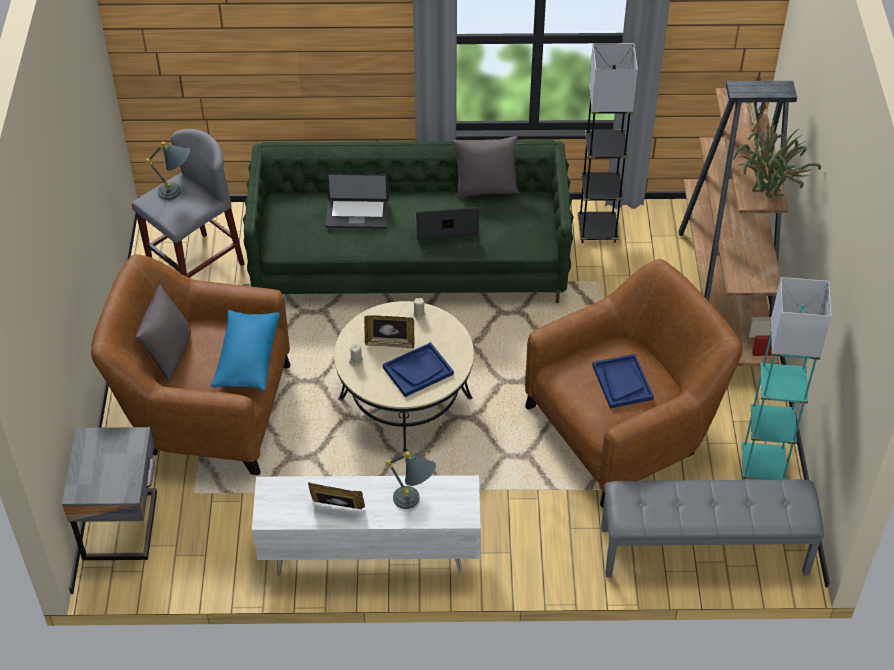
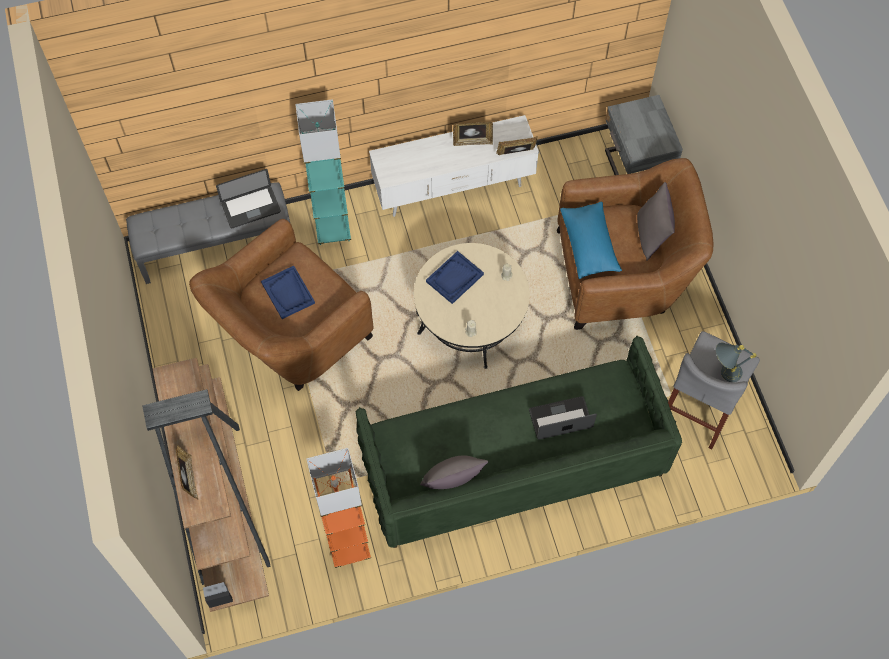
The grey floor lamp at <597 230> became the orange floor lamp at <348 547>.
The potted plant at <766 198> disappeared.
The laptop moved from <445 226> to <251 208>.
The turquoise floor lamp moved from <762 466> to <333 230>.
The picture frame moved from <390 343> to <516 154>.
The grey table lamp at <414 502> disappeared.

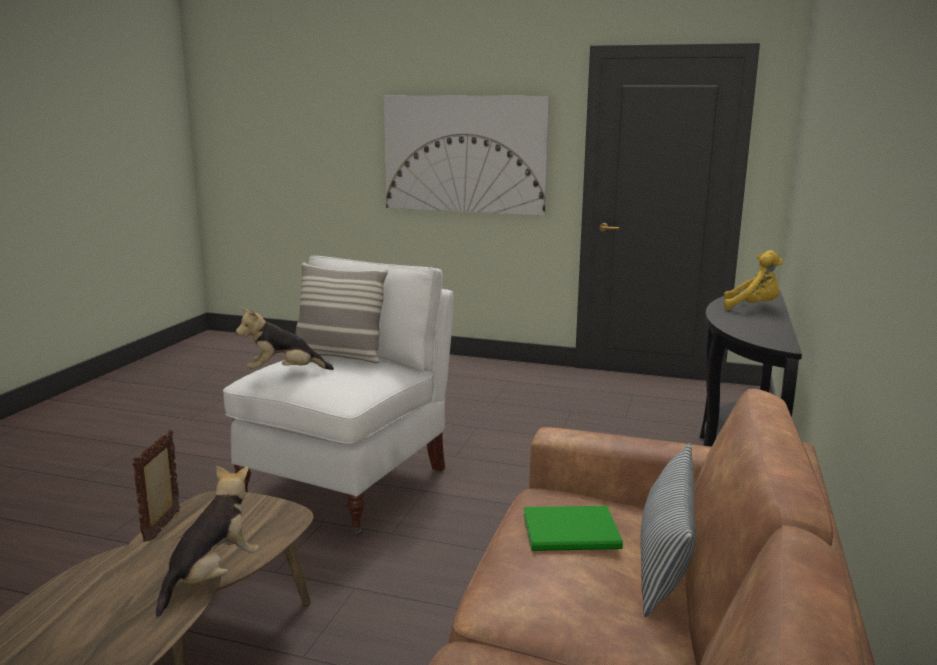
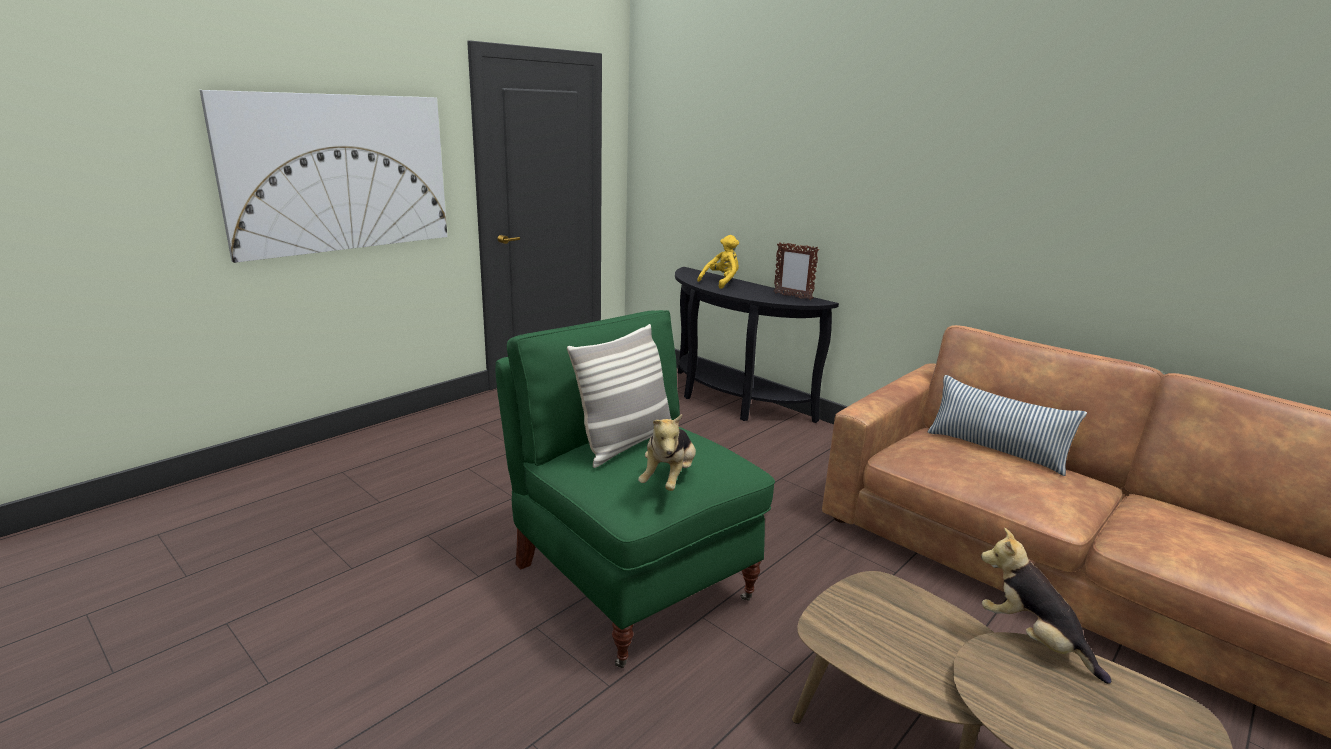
The white armchair at <349 484> became the green armchair at <629 580>.
The picture frame moved from <163 528> to <792 296>.
The green book at <574 533> disappeared.

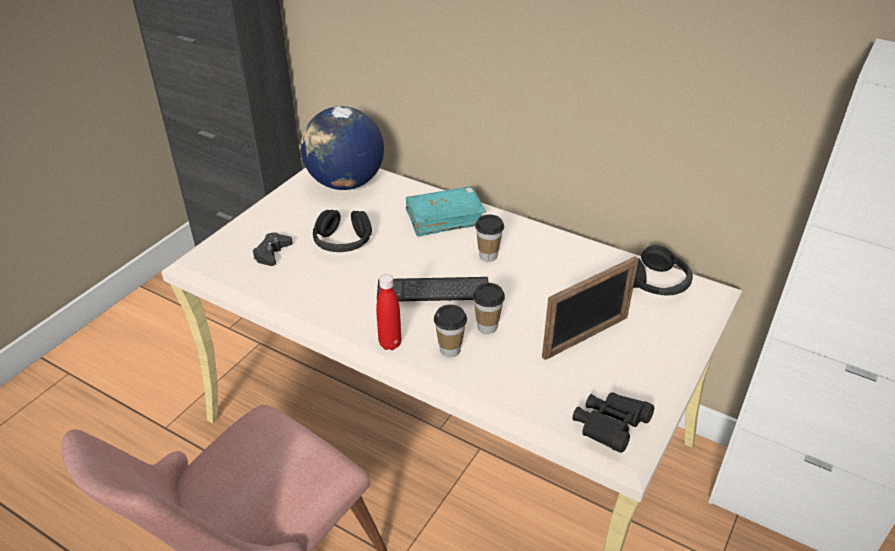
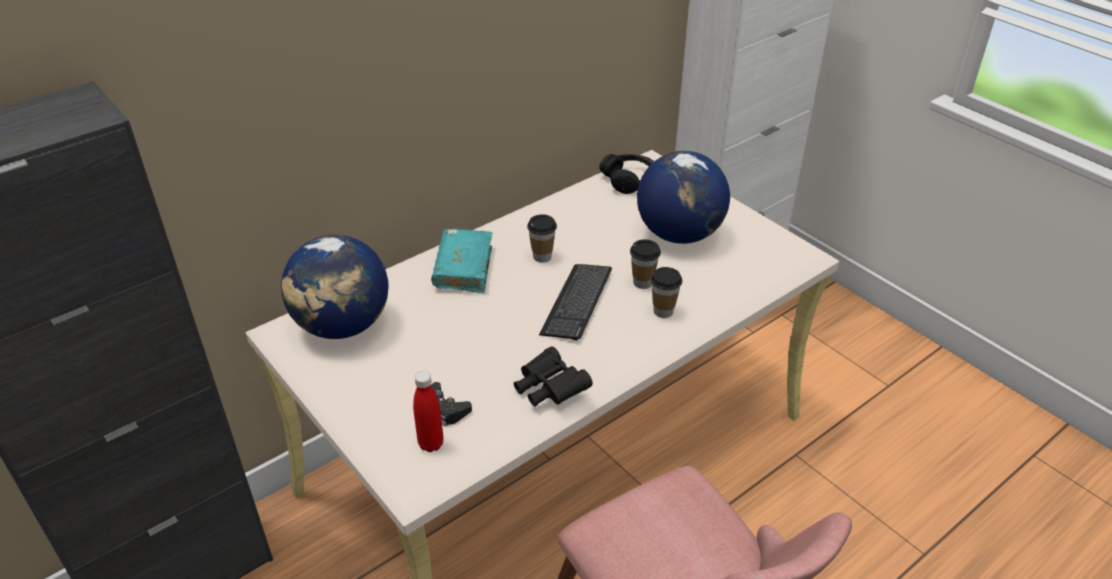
The black headphones at <343 242> disappeared.
The picture frame at <586 337> was replaced by the globe at <679 234>.
The red bottle moved from <390 343> to <431 444>.
The black binoculars moved from <609 428> to <549 389>.

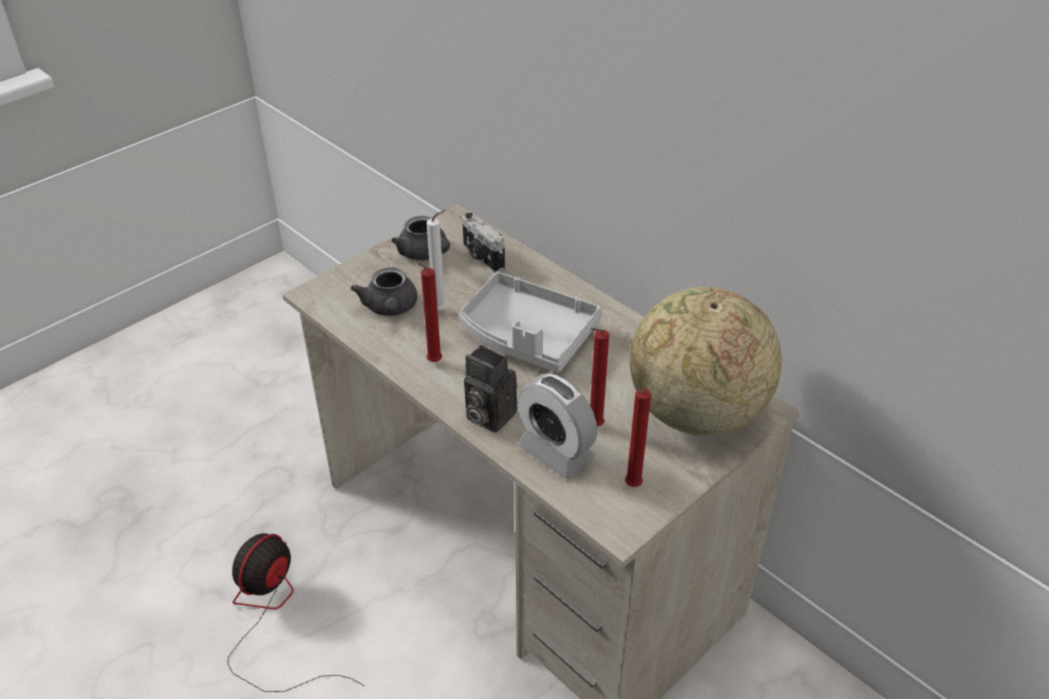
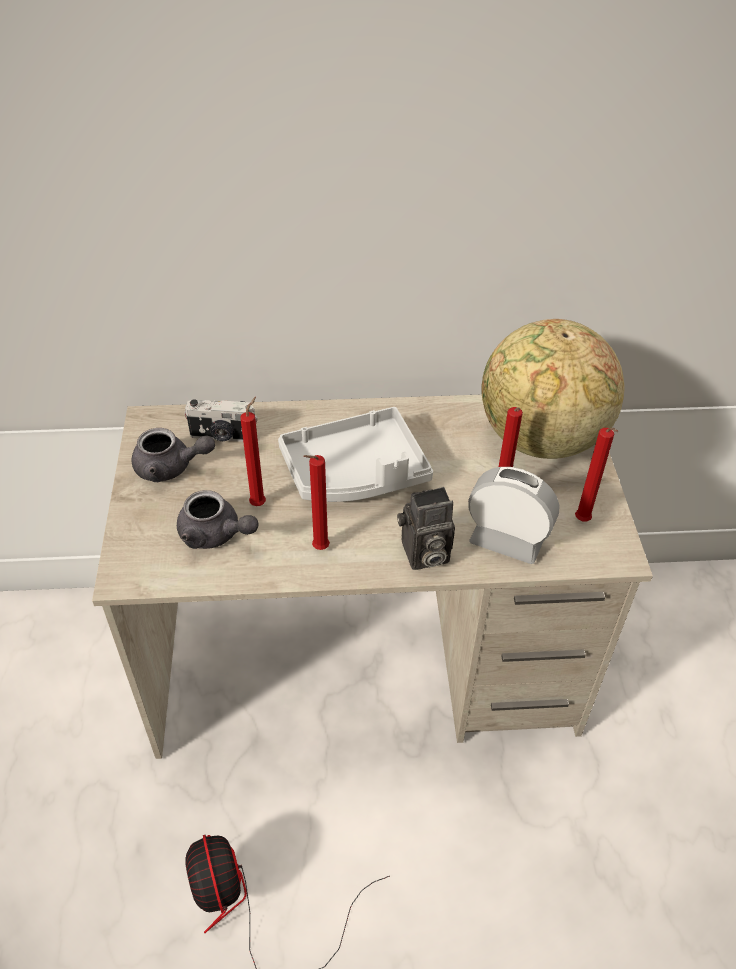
The white candle at <441 310> became the red candle at <260 503>.
The alarm clock at <555 452> turned 150 degrees counterclockwise.

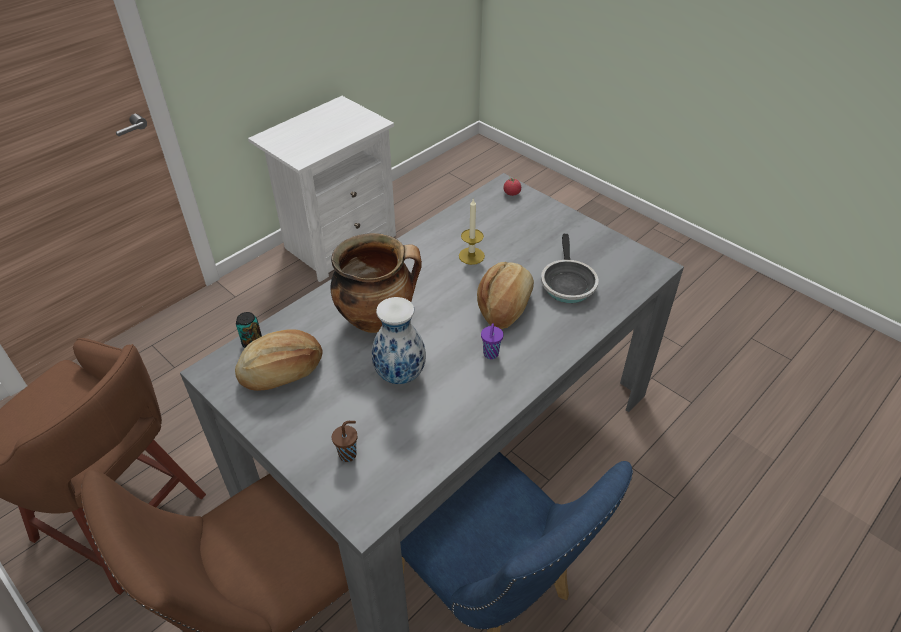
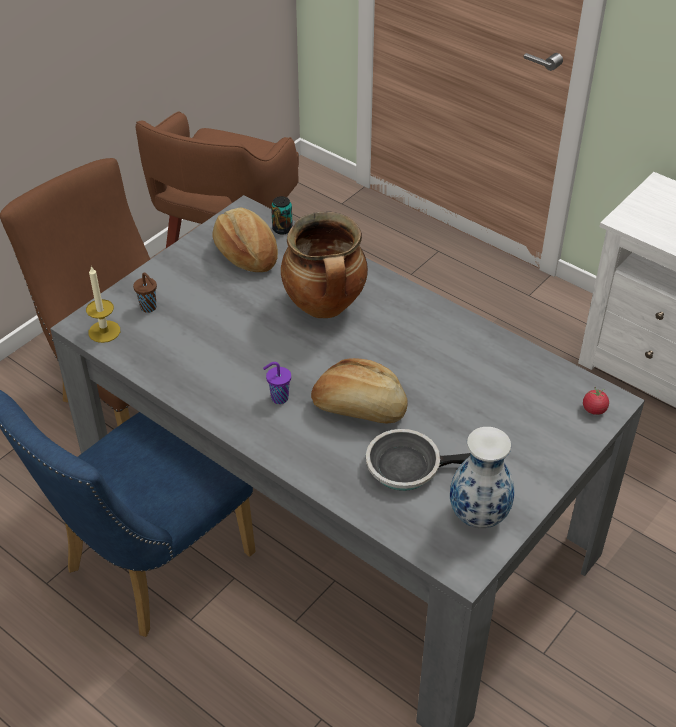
The candle moved from <471 256> to <104 331>.
The vase moved from <401 374> to <479 516>.

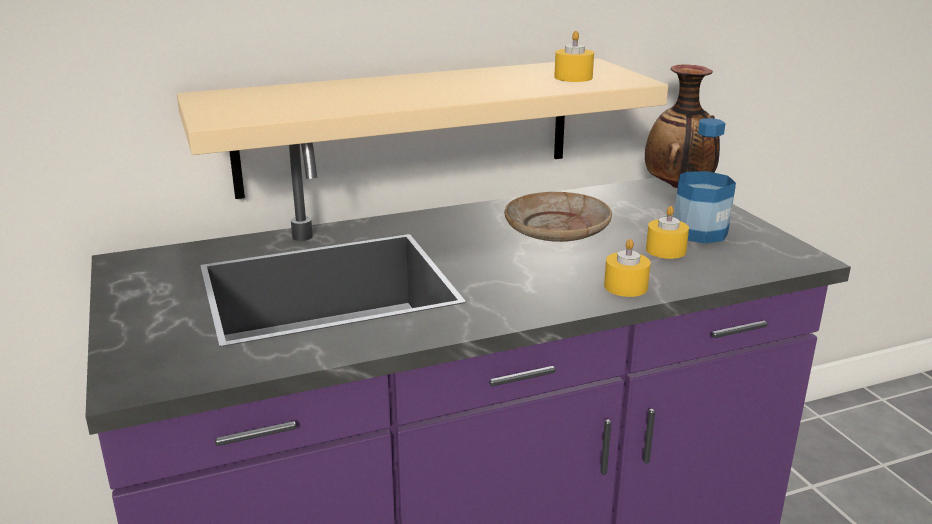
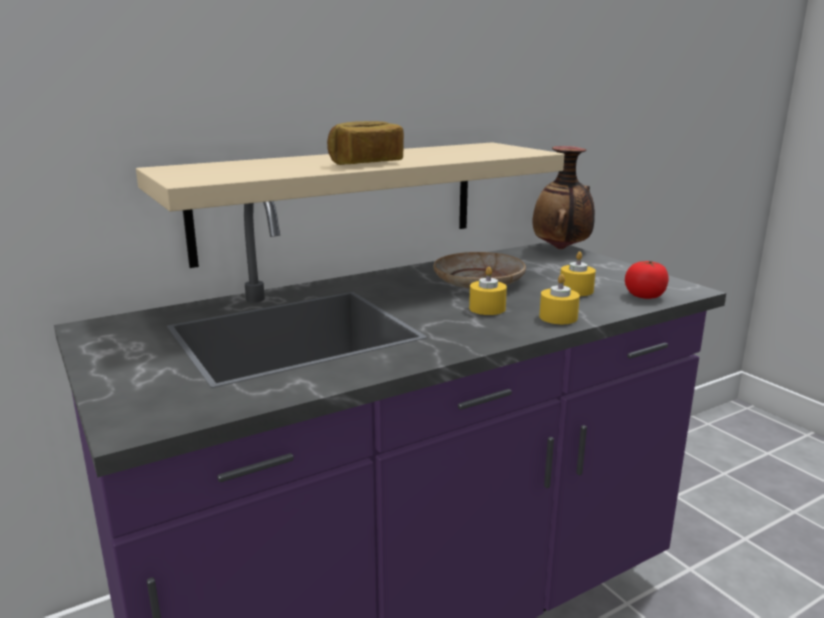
The yellow candle moved from <573 77> to <487 308>.
The bottle at <699 232> disappeared.
The bread at <365 163> appeared.
The tomato at <644 296> appeared.

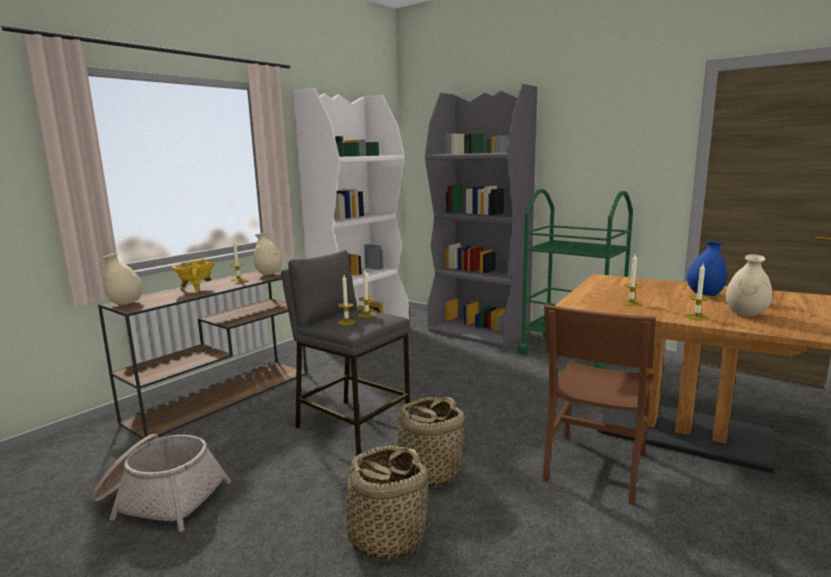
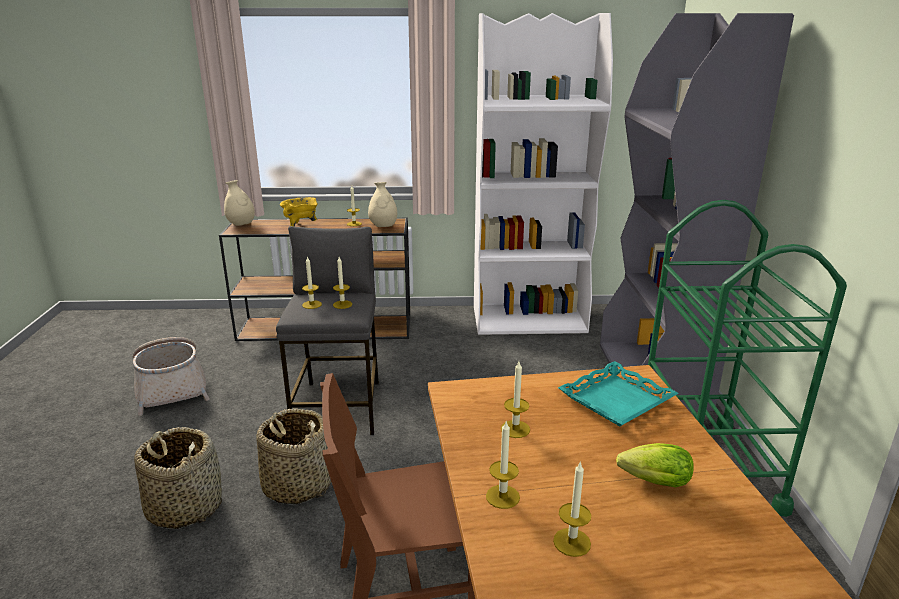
The blue vase at <704 295> was replaced by the lettuce at <651 482>.
The beige vase at <745 315> was replaced by the candle at <572 542>.
The turquoise tray at <617 400> appeared.

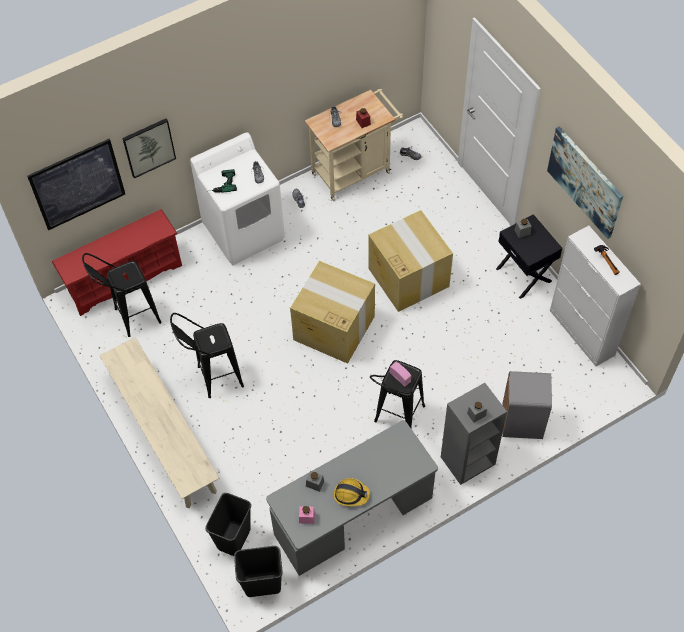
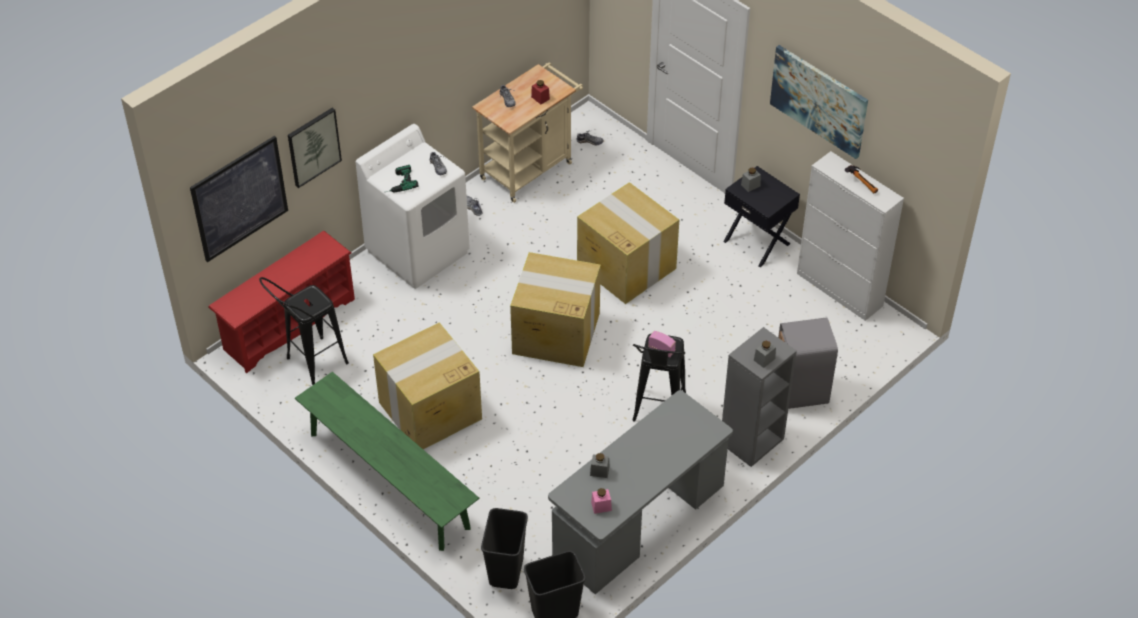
The black stool at <213 379> was replaced by the cardboard box at <429 411>.
The beige bench at <164 435> became the green bench at <388 480>.
The hard hat at <351 494> disappeared.

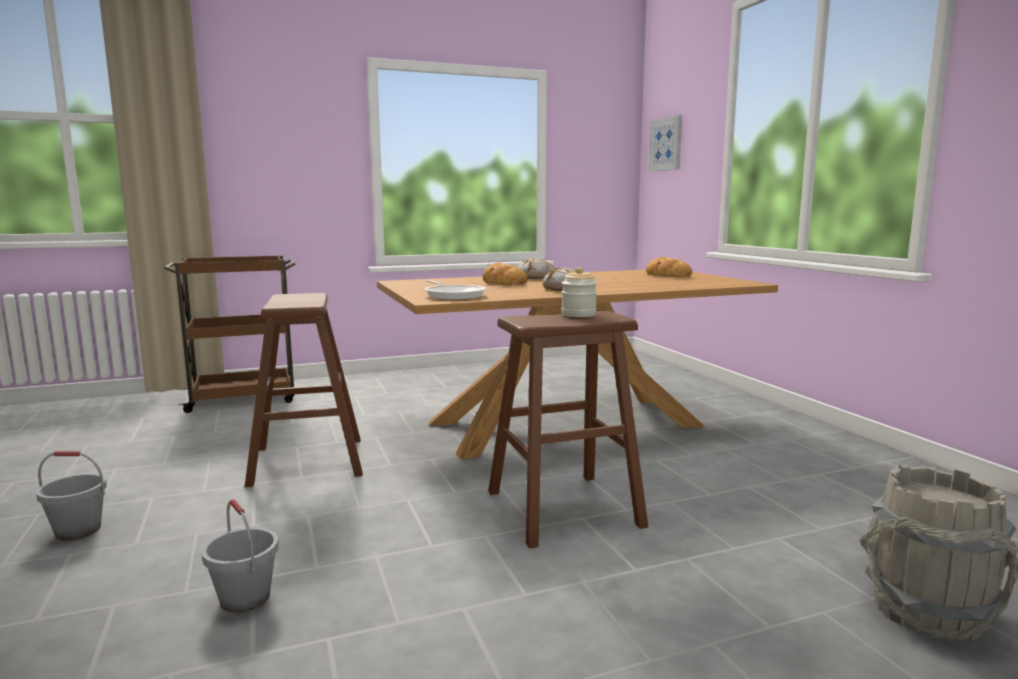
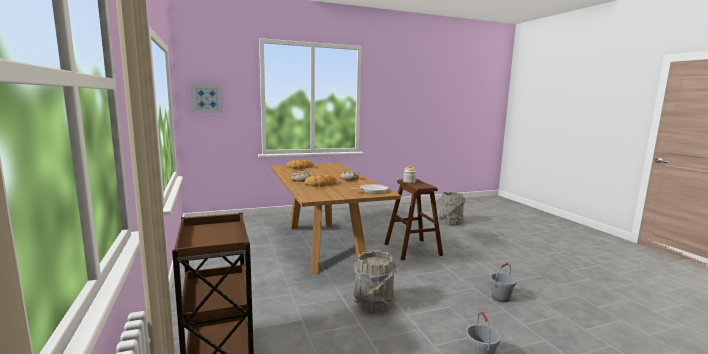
The brown stool at <307 461> was replaced by the grey bucket at <373 303>.

